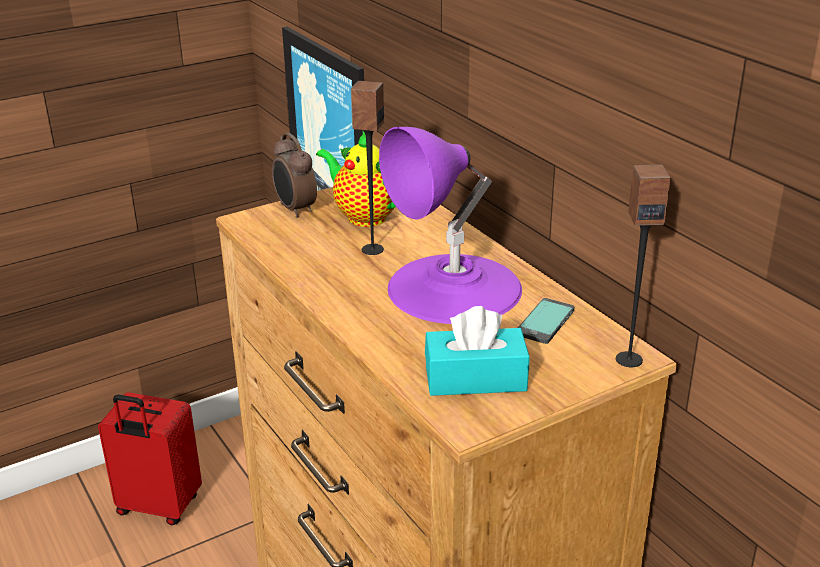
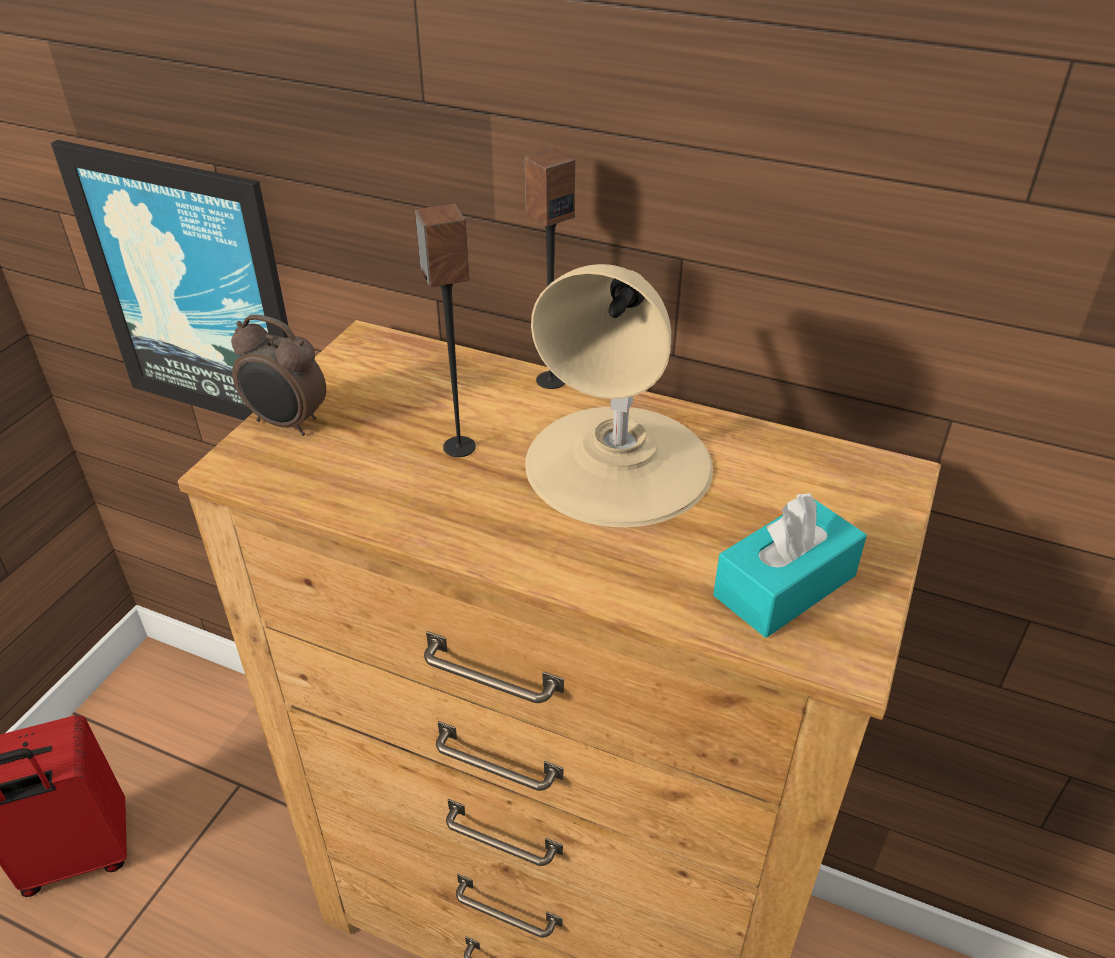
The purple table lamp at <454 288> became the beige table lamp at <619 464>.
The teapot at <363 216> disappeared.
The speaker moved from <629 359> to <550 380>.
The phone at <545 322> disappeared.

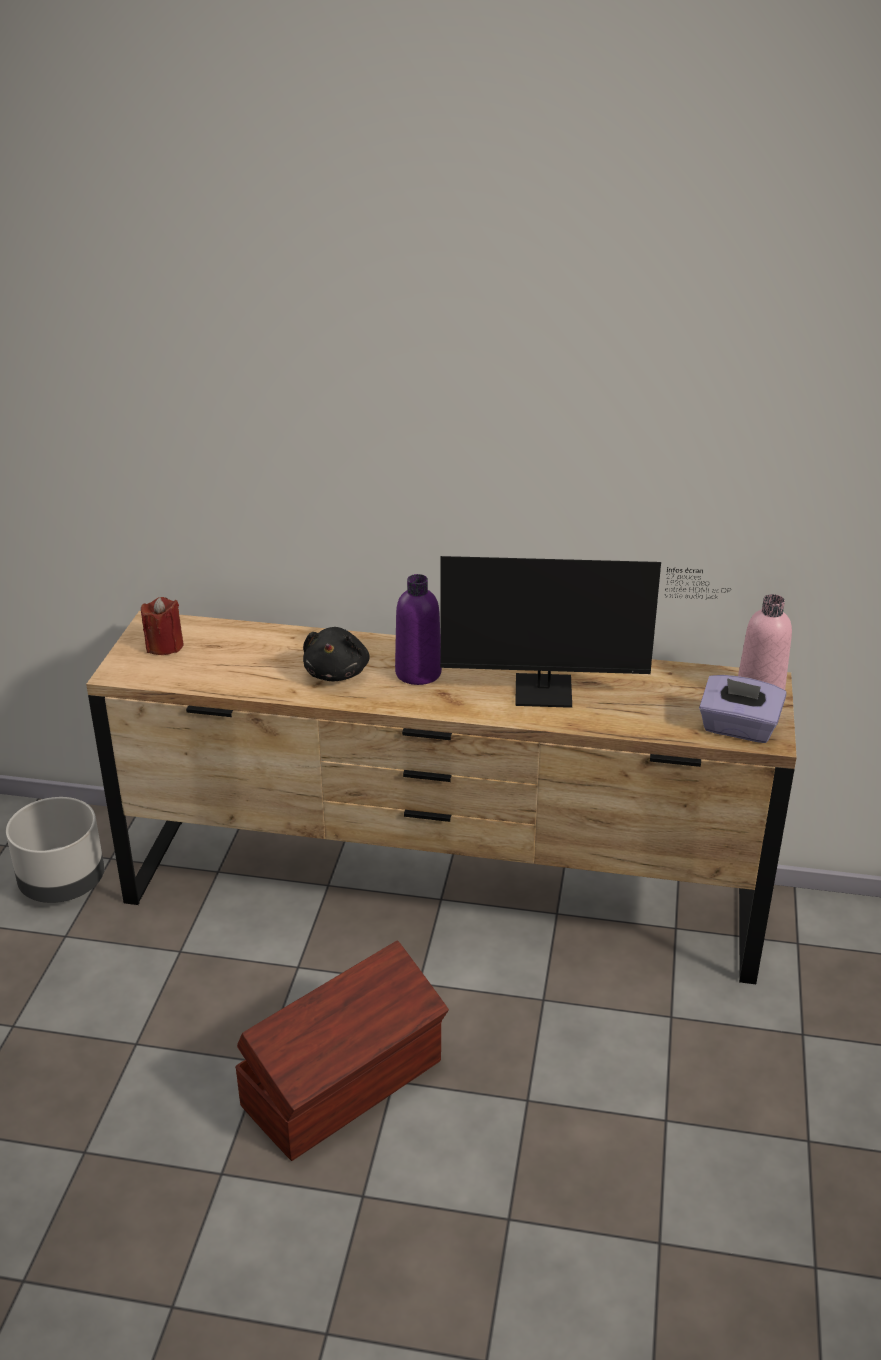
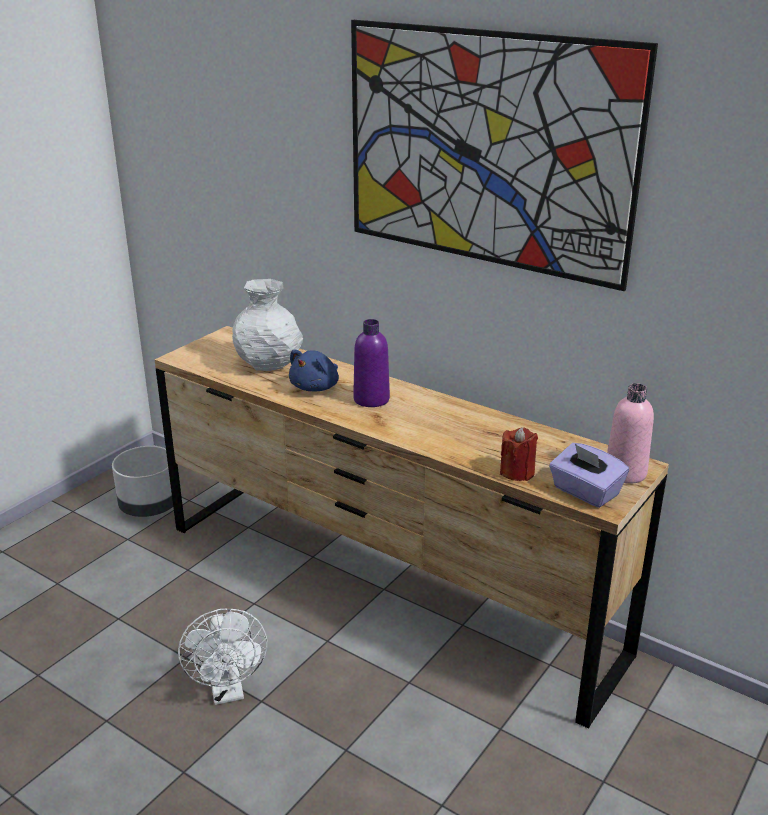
The monitor at <554 693> disappeared.
The red candle moved from <164 646> to <517 472>.
The black plush toy at <337 673> became the blue plush toy at <316 387>.
The brown storage box at <346 1084> was replaced by the white fan at <228 691>.
The picture at <485 150> appeared.
The white vase at <269 364> appeared.

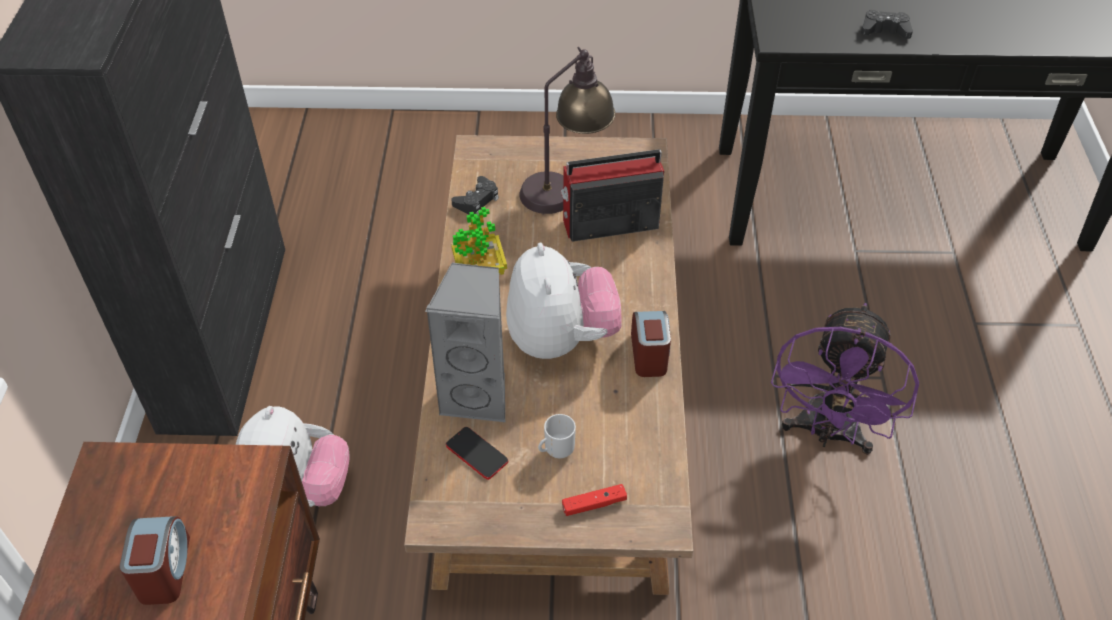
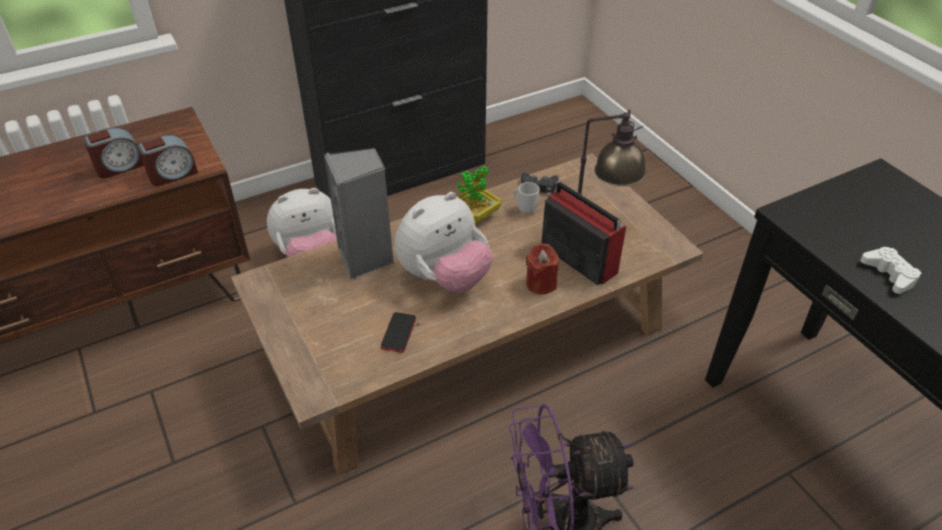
The black game controller at <884 30> became the white game controller at <889 274>.
The alarm clock moved from <649 354> to <172 174>.
The mug moved from <556 450> to <526 209>.
The phone moved from <477 453> to <398 333>.
The red game controller at <594 504> disappeared.
The red candle at <541 283> appeared.

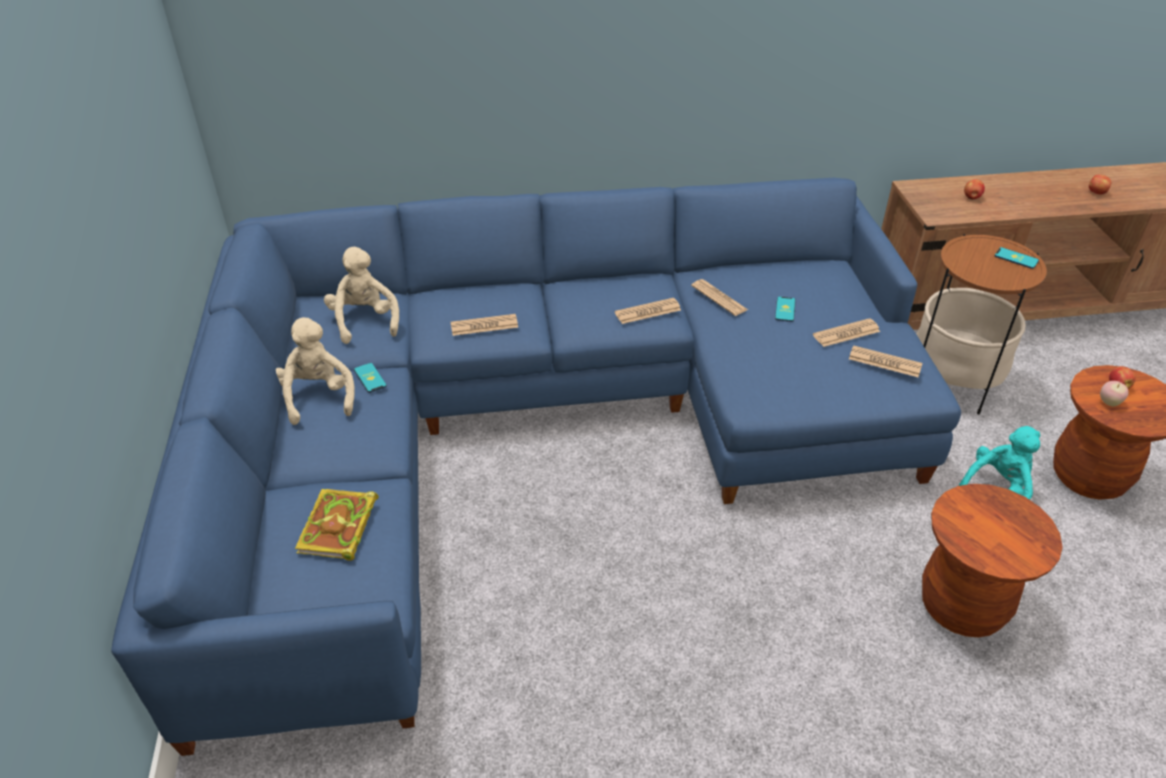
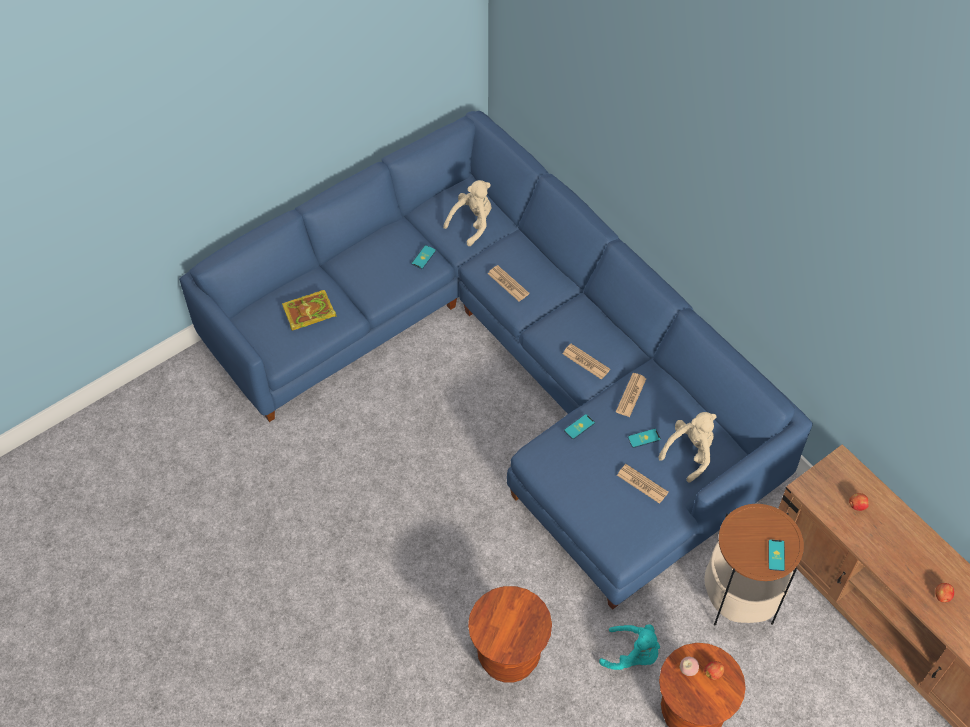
The beige plush toy moved from <317 397> to <690 453>.
The newspaper at <885 362> disappeared.
The phone at <579 427> appeared.

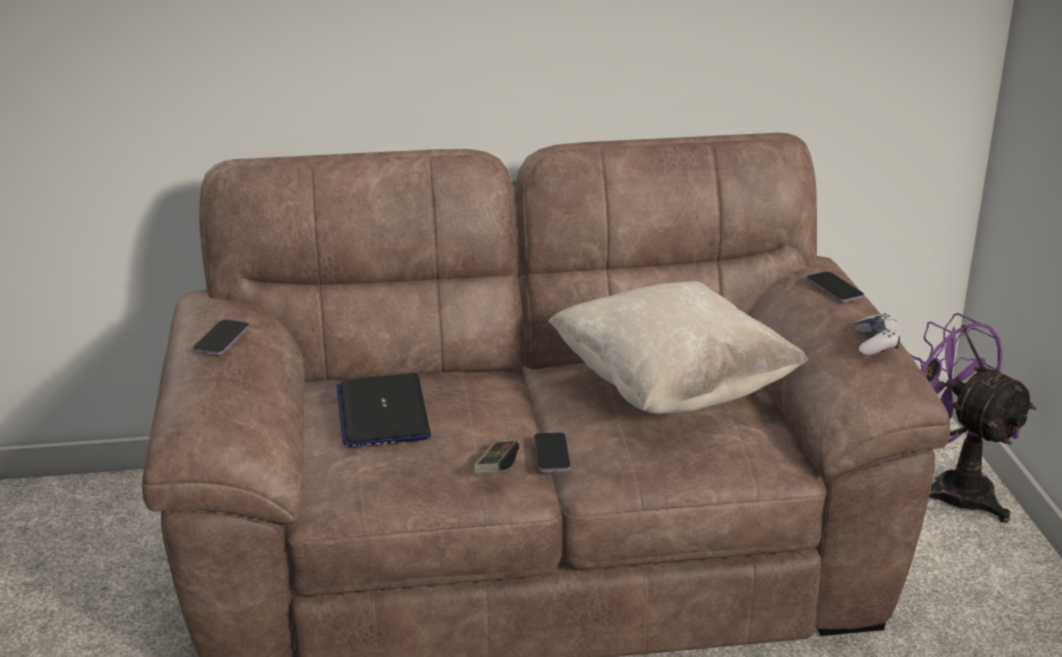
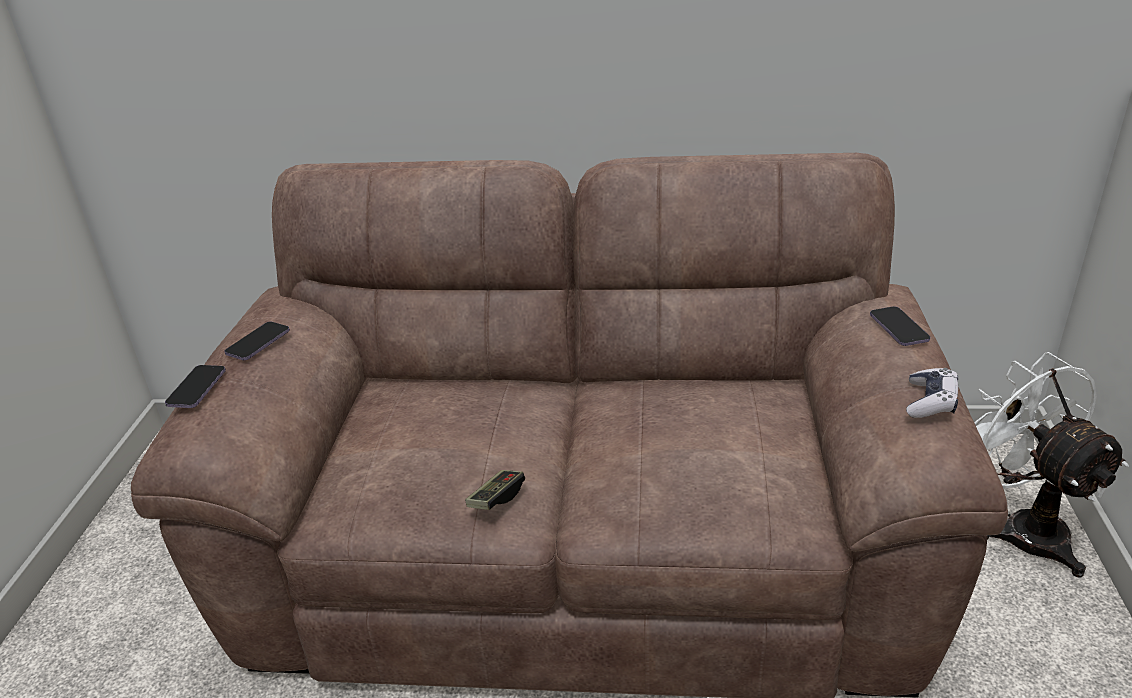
The beige pillow at <671 389> disappeared.
The purple fan at <950 488> became the white fan at <1022 527>.
The laptop at <383 412> disappeared.
The phone moved from <551 454> to <197 388>.

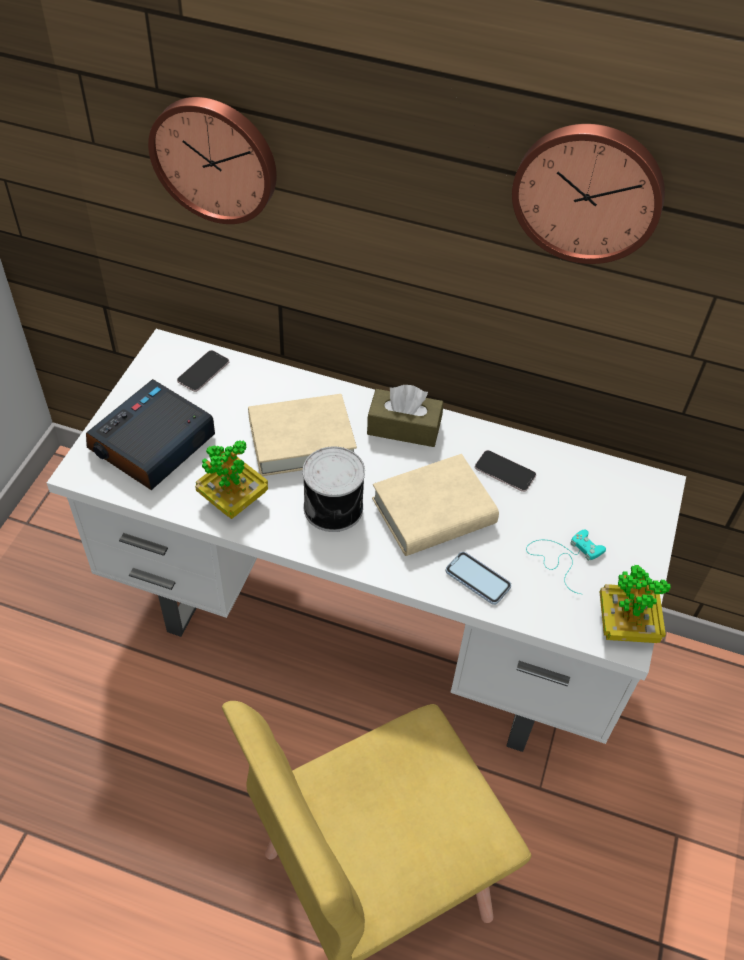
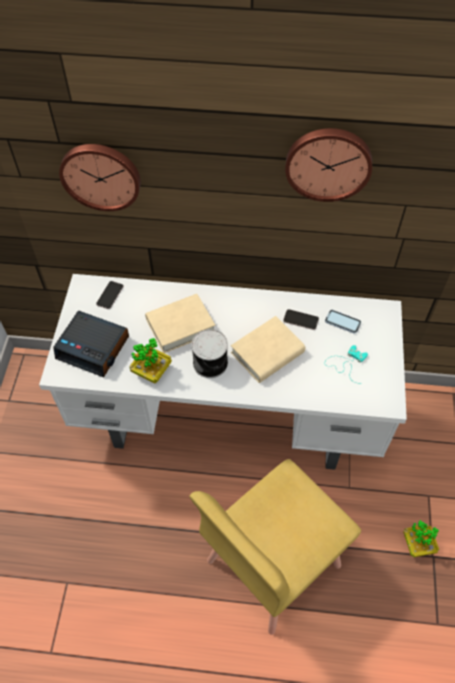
The alarm clock at <152 444> turned 90 degrees counterclockwise.
The brown tissue box at <404 428> disappeared.
The phone moved from <477 579> to <342 322>.
The potted plant moved from <626 625> to <418 544>.

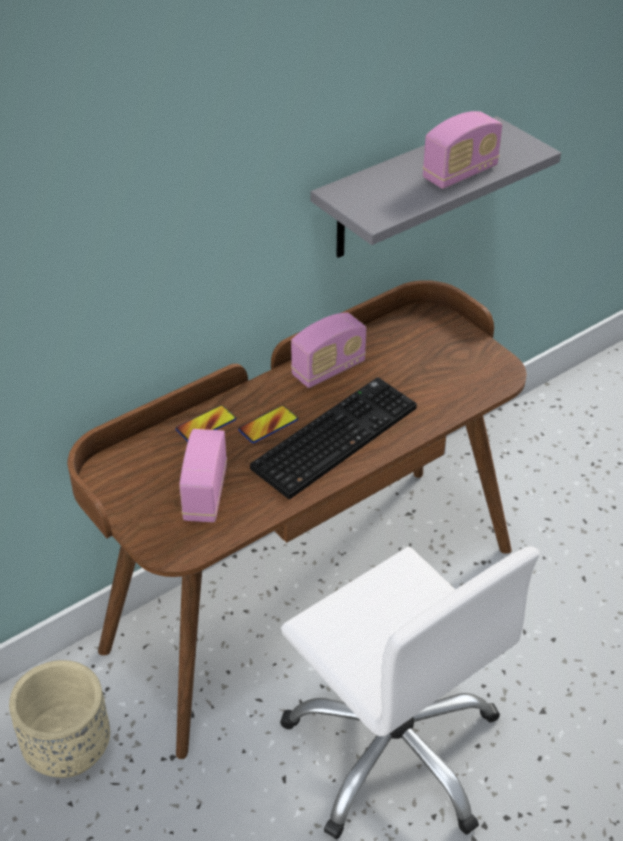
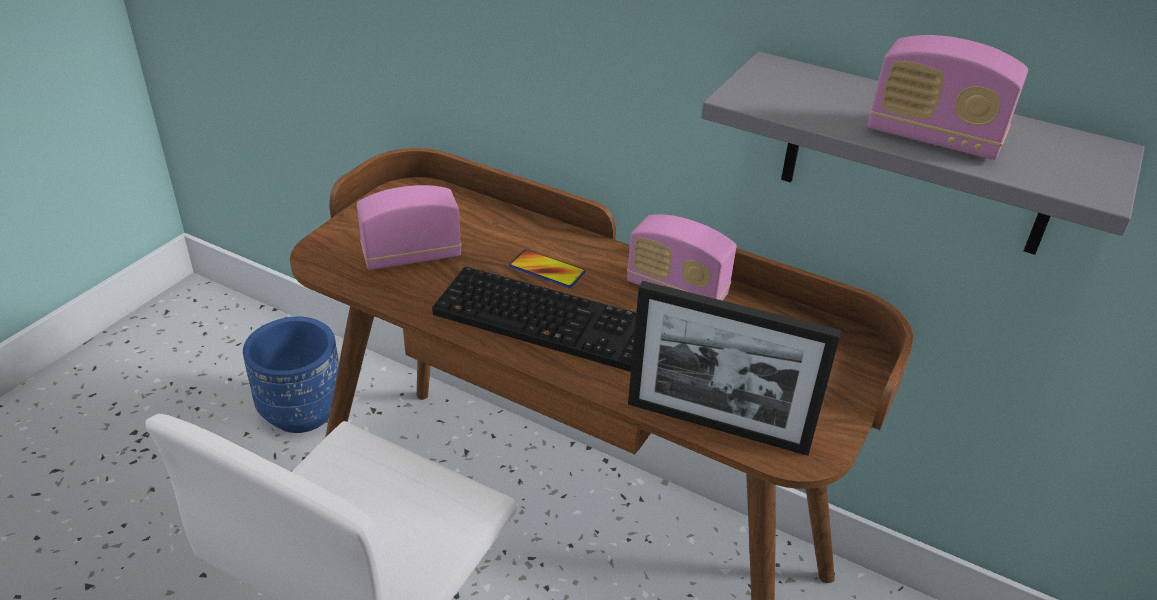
The phone at <206 425> disappeared.
The beige planter at <68 750> became the blue planter at <302 412>.
The picture frame at <717 426> appeared.

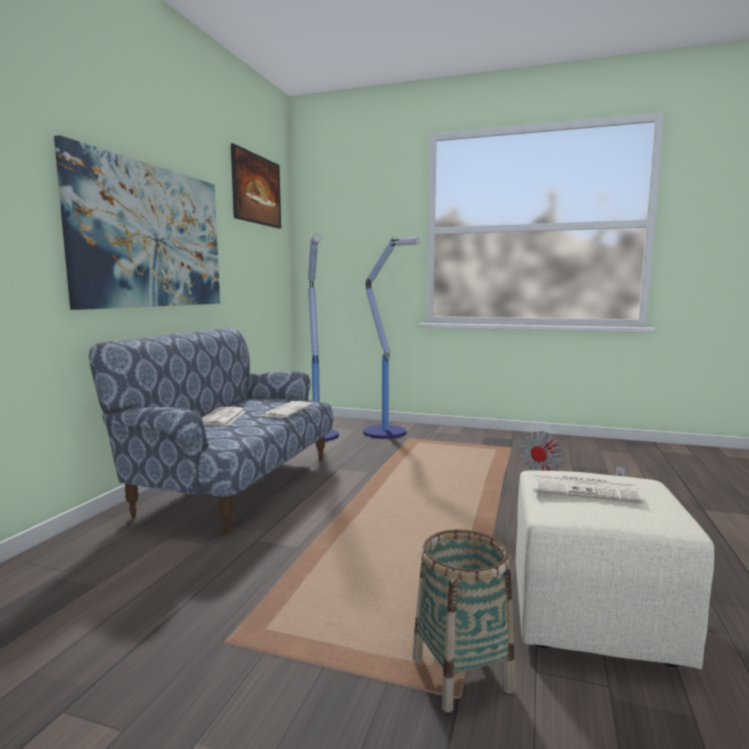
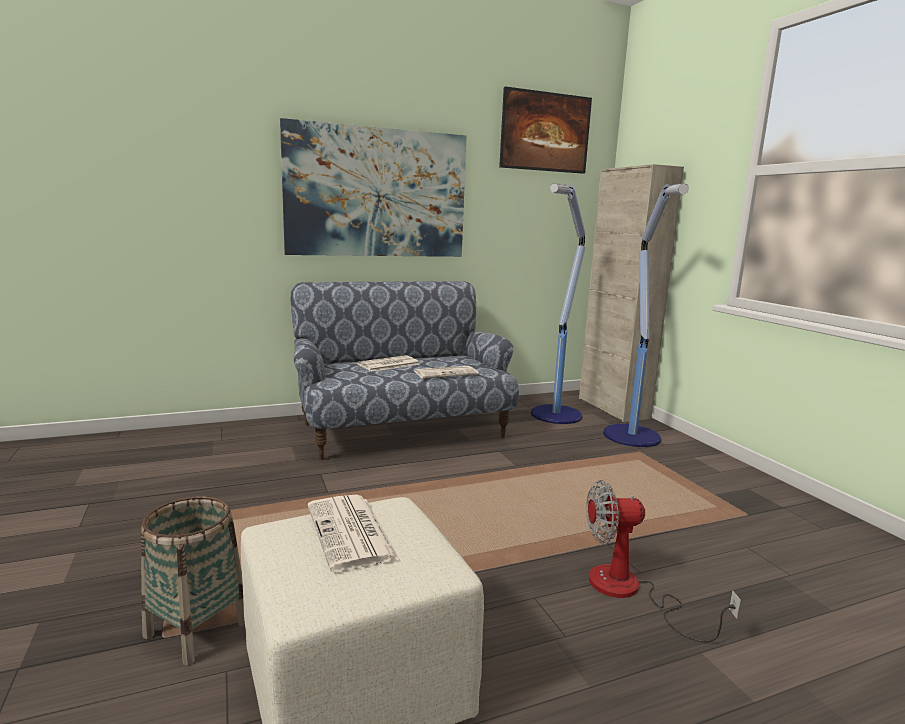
The beige cabinet at <613 408> appeared.

